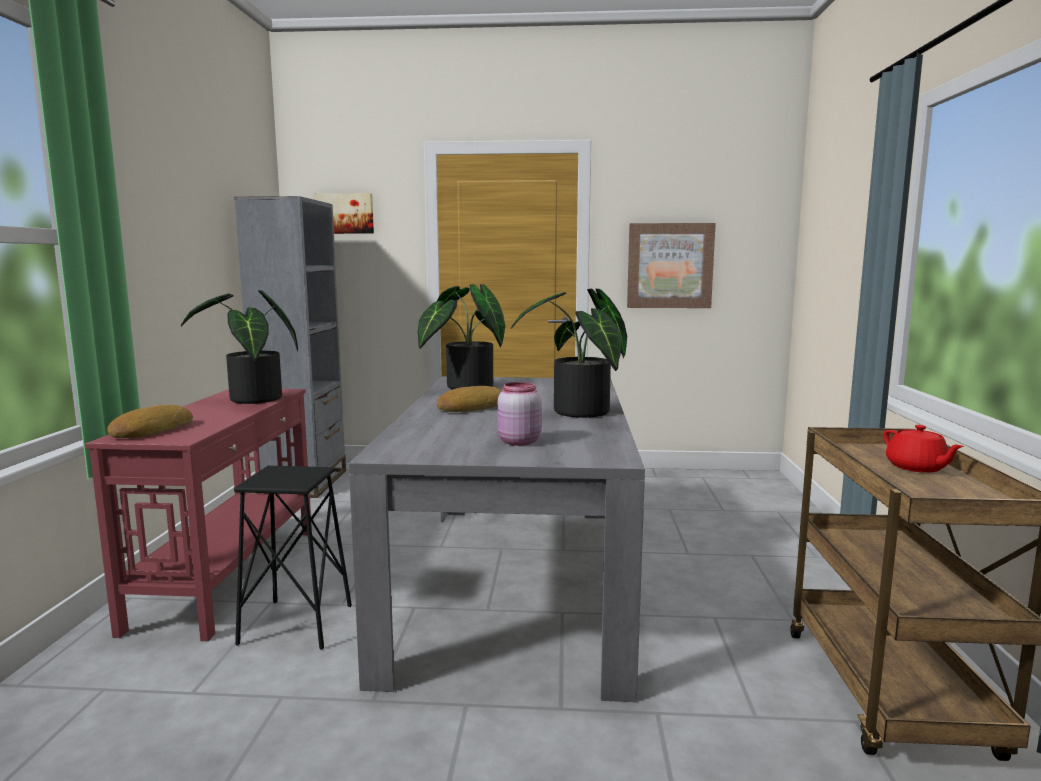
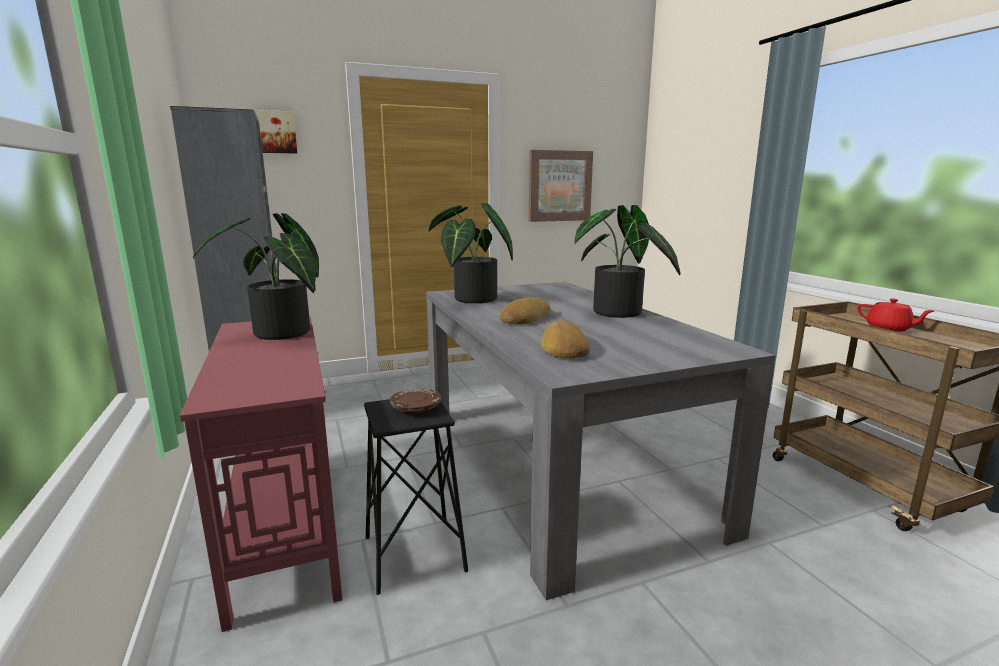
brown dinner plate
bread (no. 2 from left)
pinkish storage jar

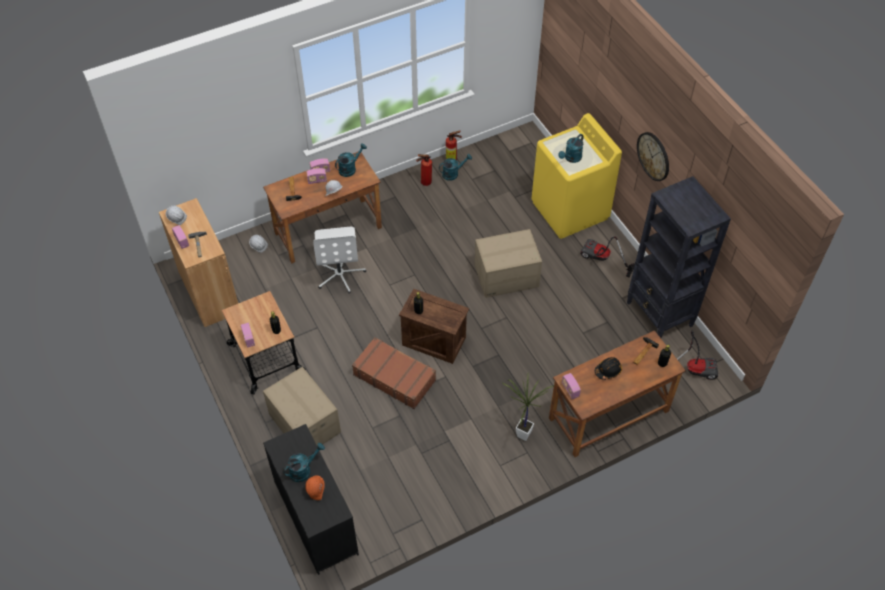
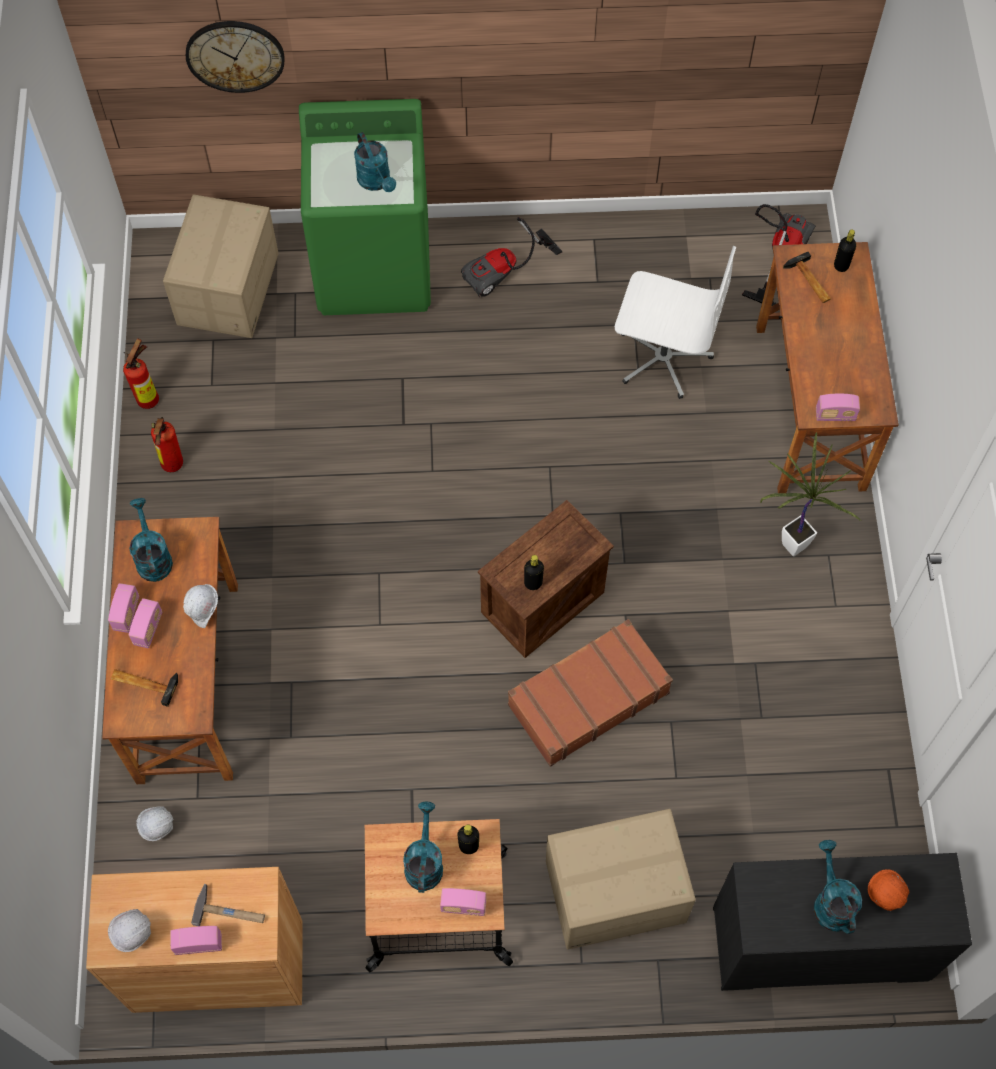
carton (no. 1 from left)
wall clock
green-coloured washing machine
turquoise watering pot (no. 3 from left)
white office chair
black-coloured work helmet
black-coloured bookcase

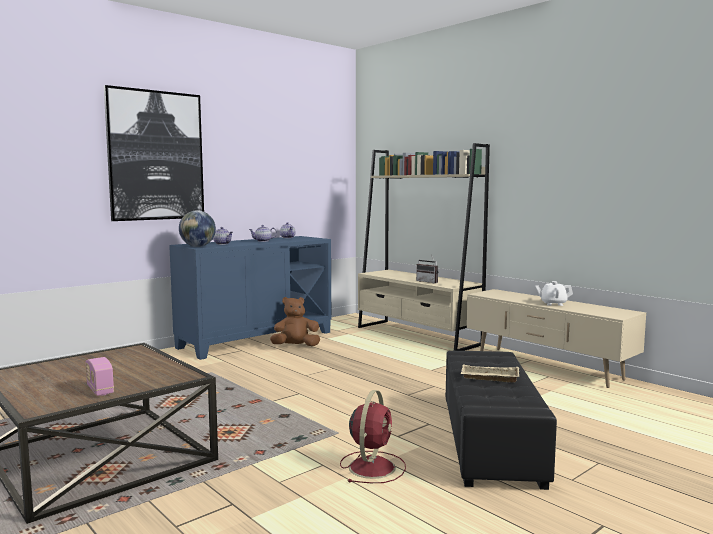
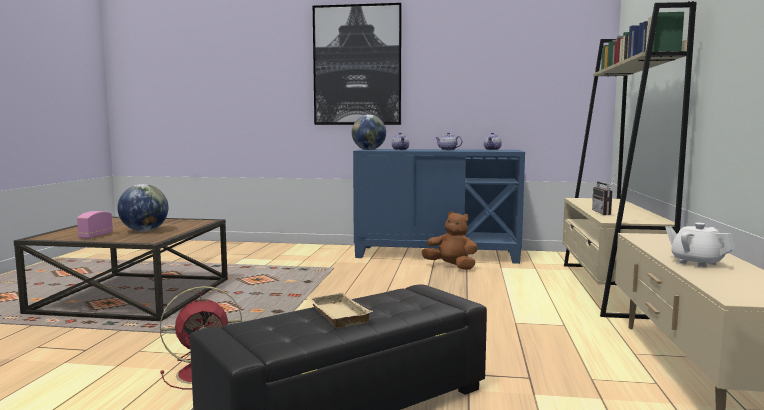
world globe (no. 1 from left)

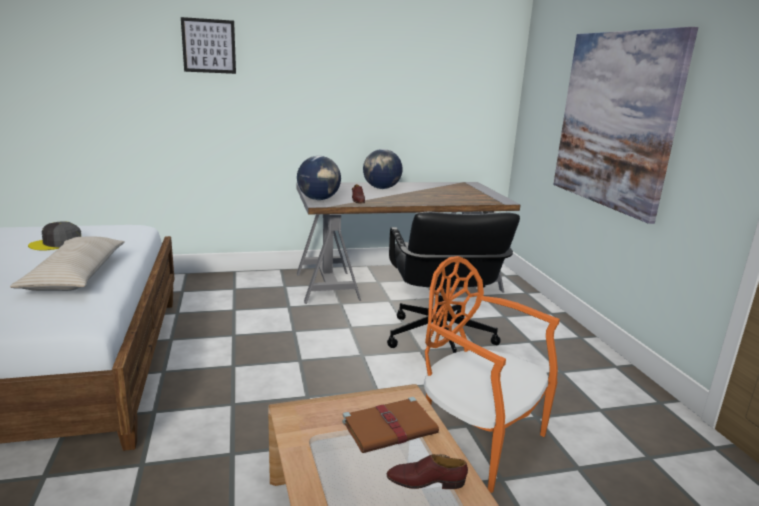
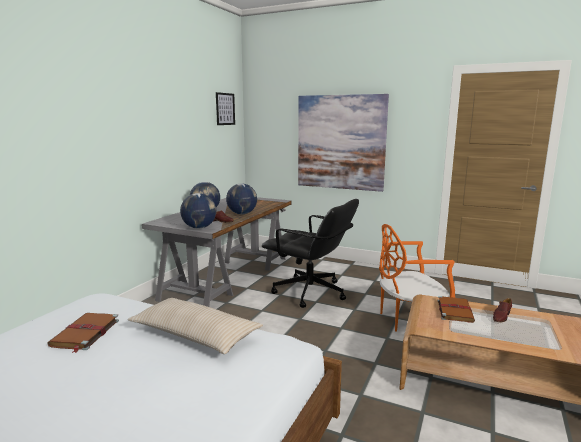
brown volume (no. 1 from left)
wall picture (no. 1 from left)
world globe (no. 3 from left)

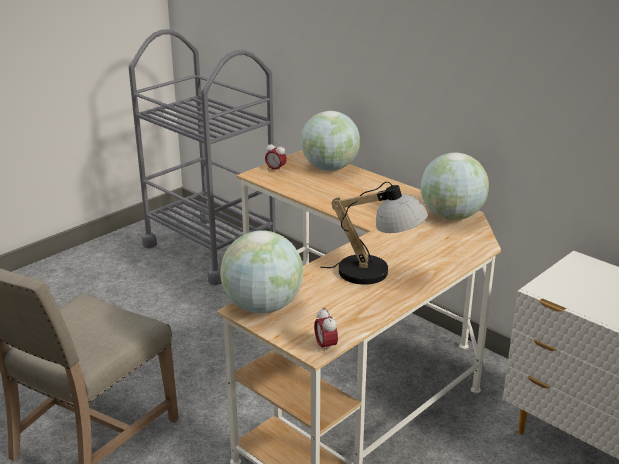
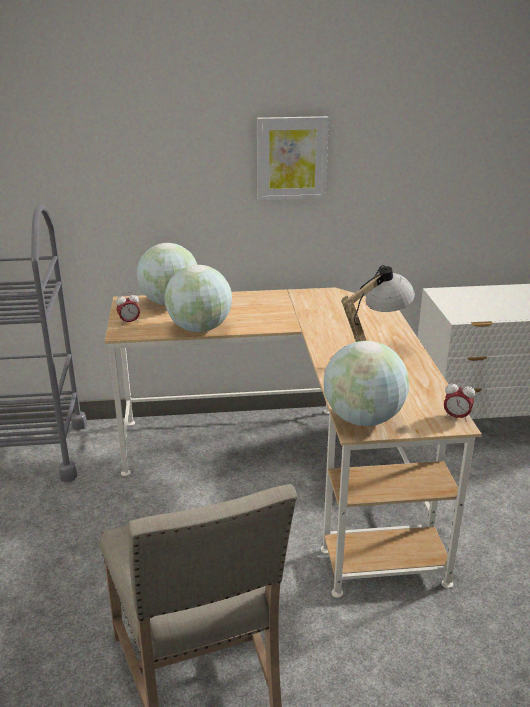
world globe (no. 2 from left)
wall picture

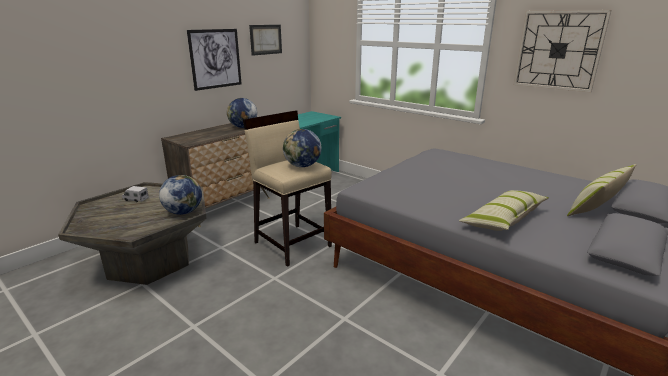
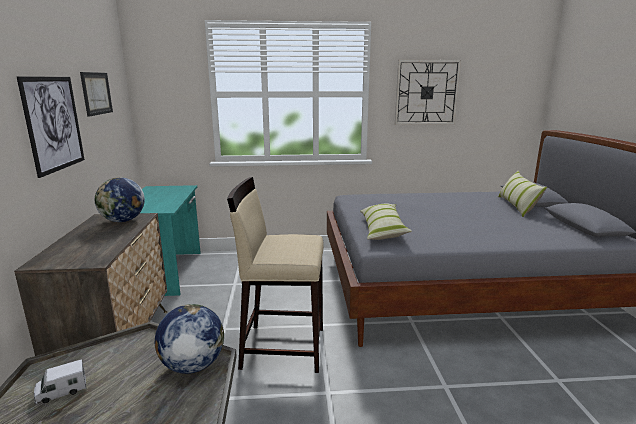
pillow (no. 1 from left)
world globe (no. 3 from left in the first image)

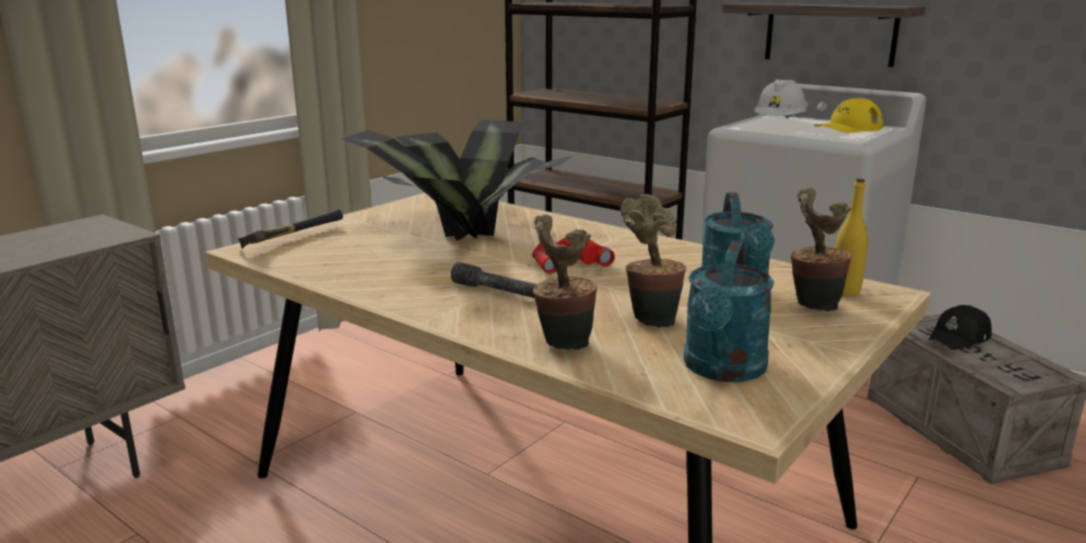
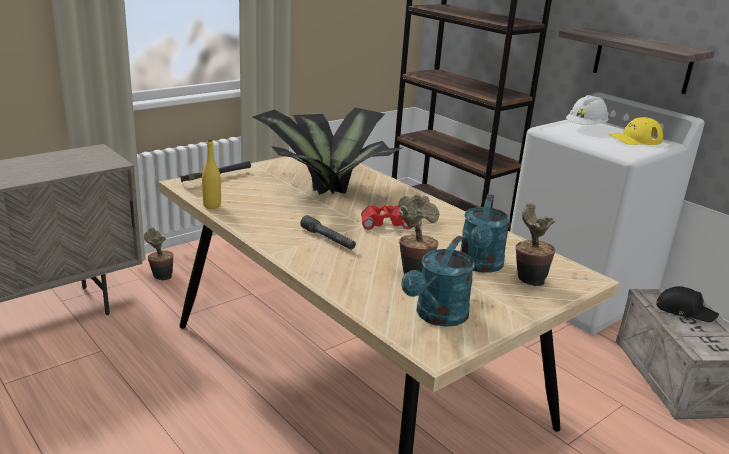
houseplant (no. 1 from left)
yellowish beverage bottle
black-coloured cap

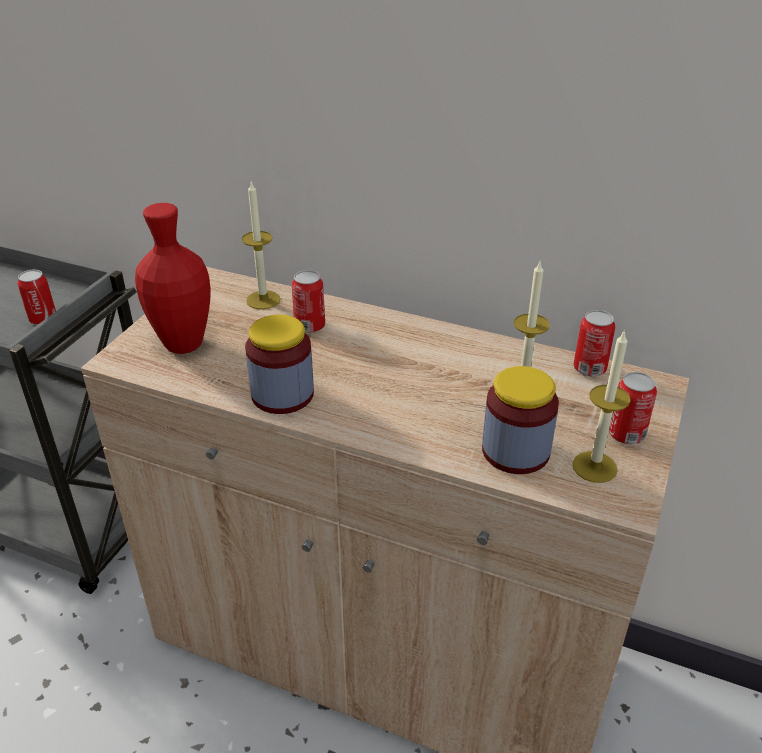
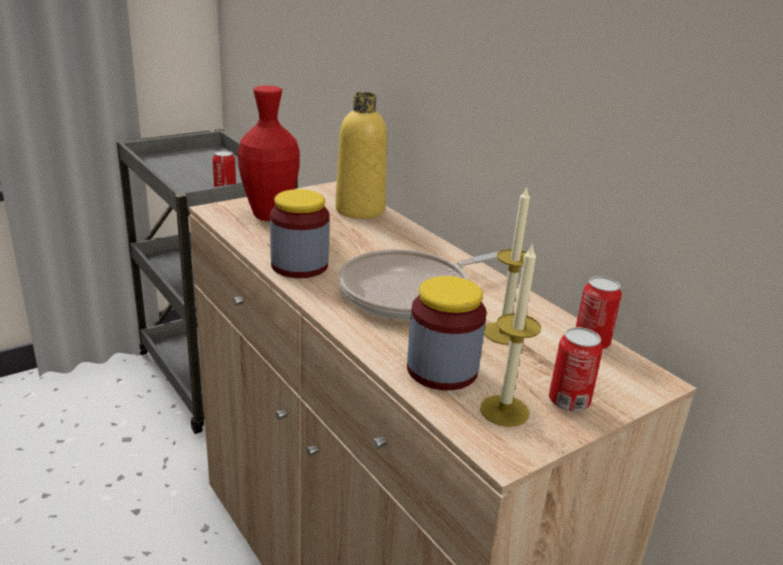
yellowish beverage bottle
skillet
can (no. 2 from left in the first image)

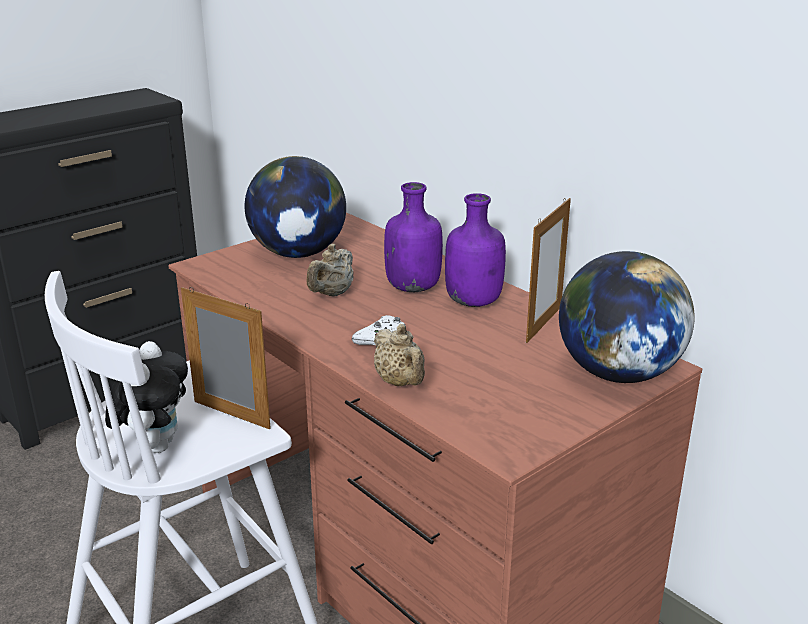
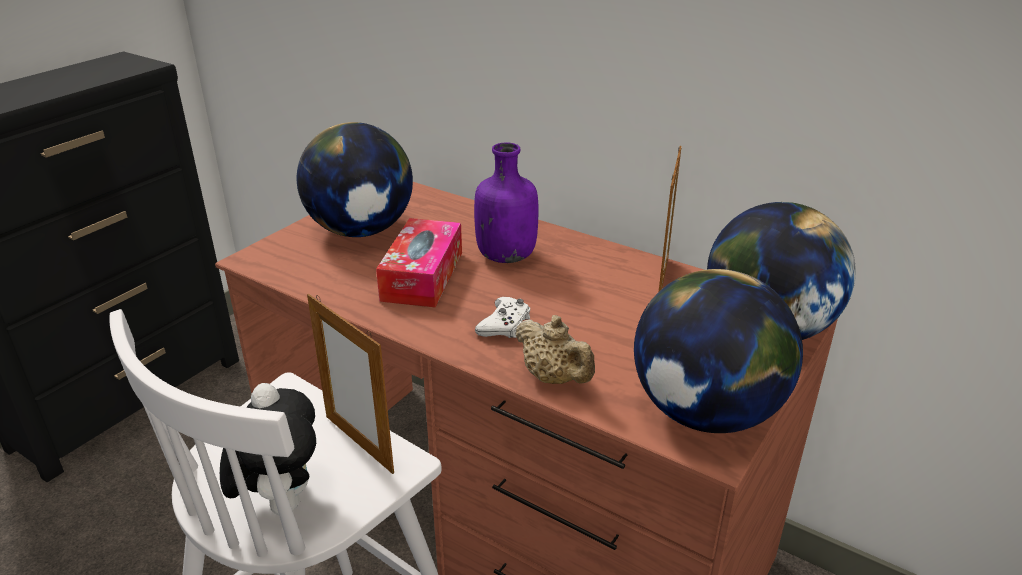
standing frame (no. 1 from left)
tissue box
world globe (no. 2 from left)
purple beverage bottle (no. 2 from left in the first image)

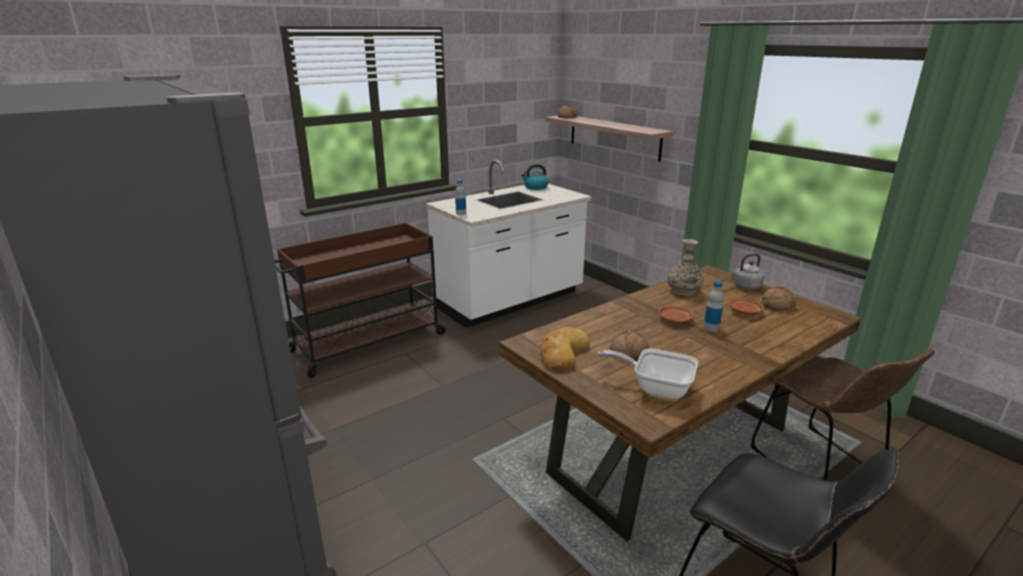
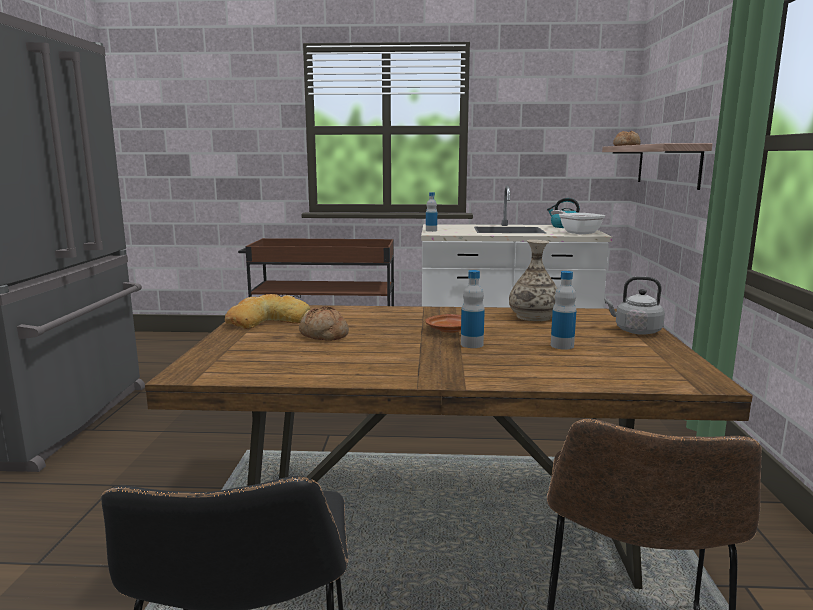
skillet
beverage bottle (no. 3 from left)
bread (no. 4 from left in the first image)

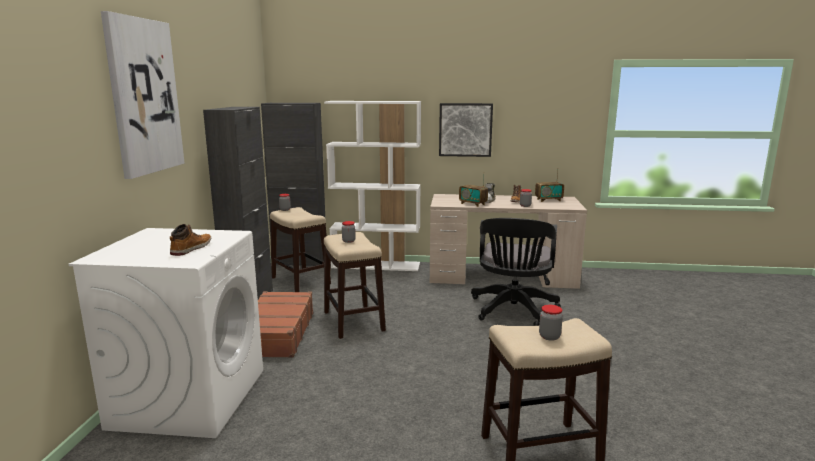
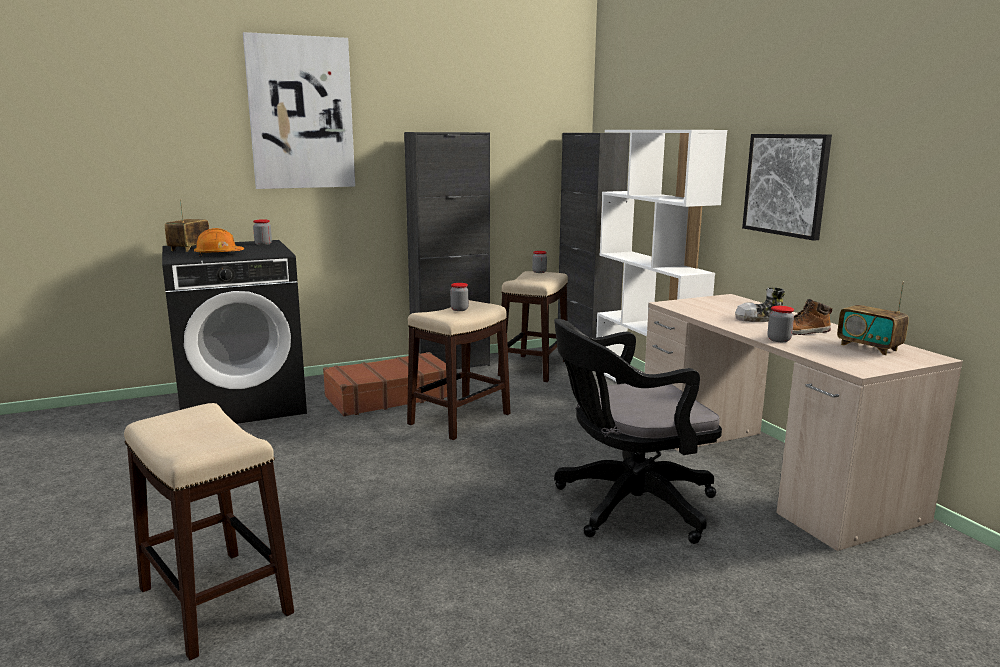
black-coloured washing machine
radio set (no. 1 from left)
orange work helmet
storage jar (no. 1 from left)

